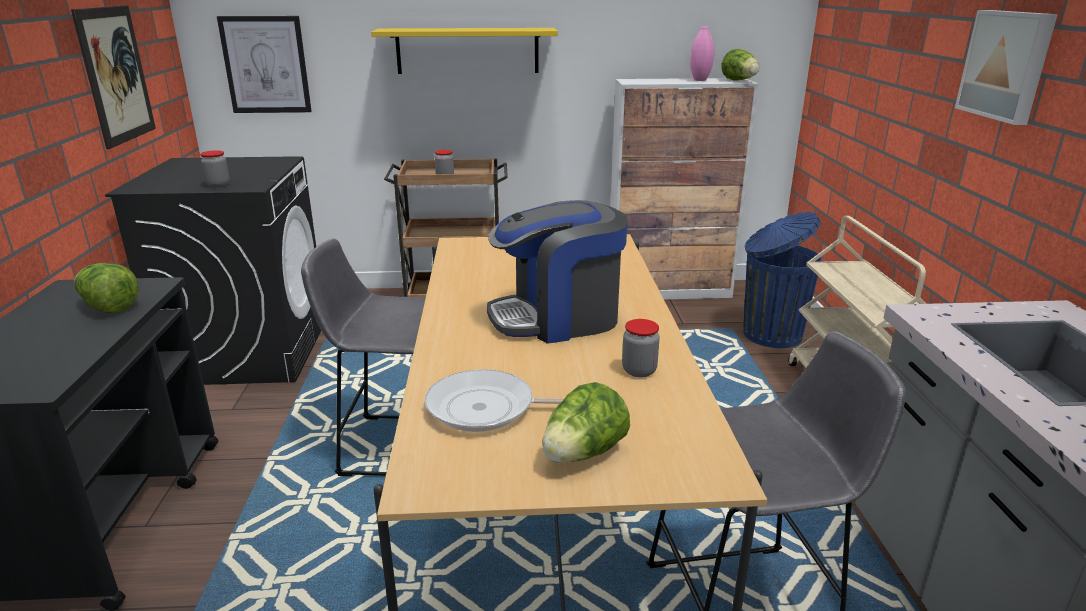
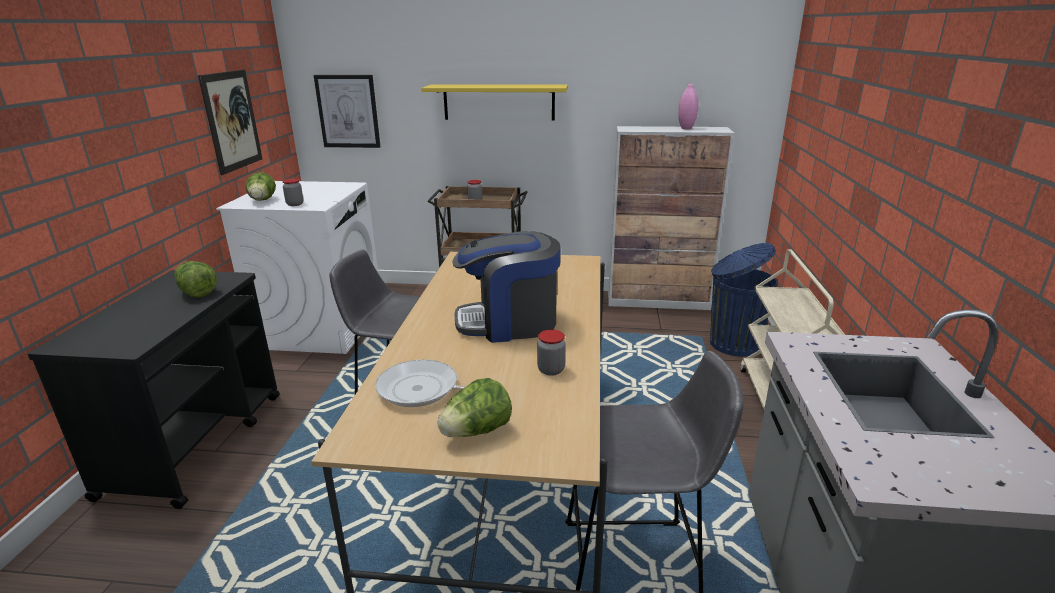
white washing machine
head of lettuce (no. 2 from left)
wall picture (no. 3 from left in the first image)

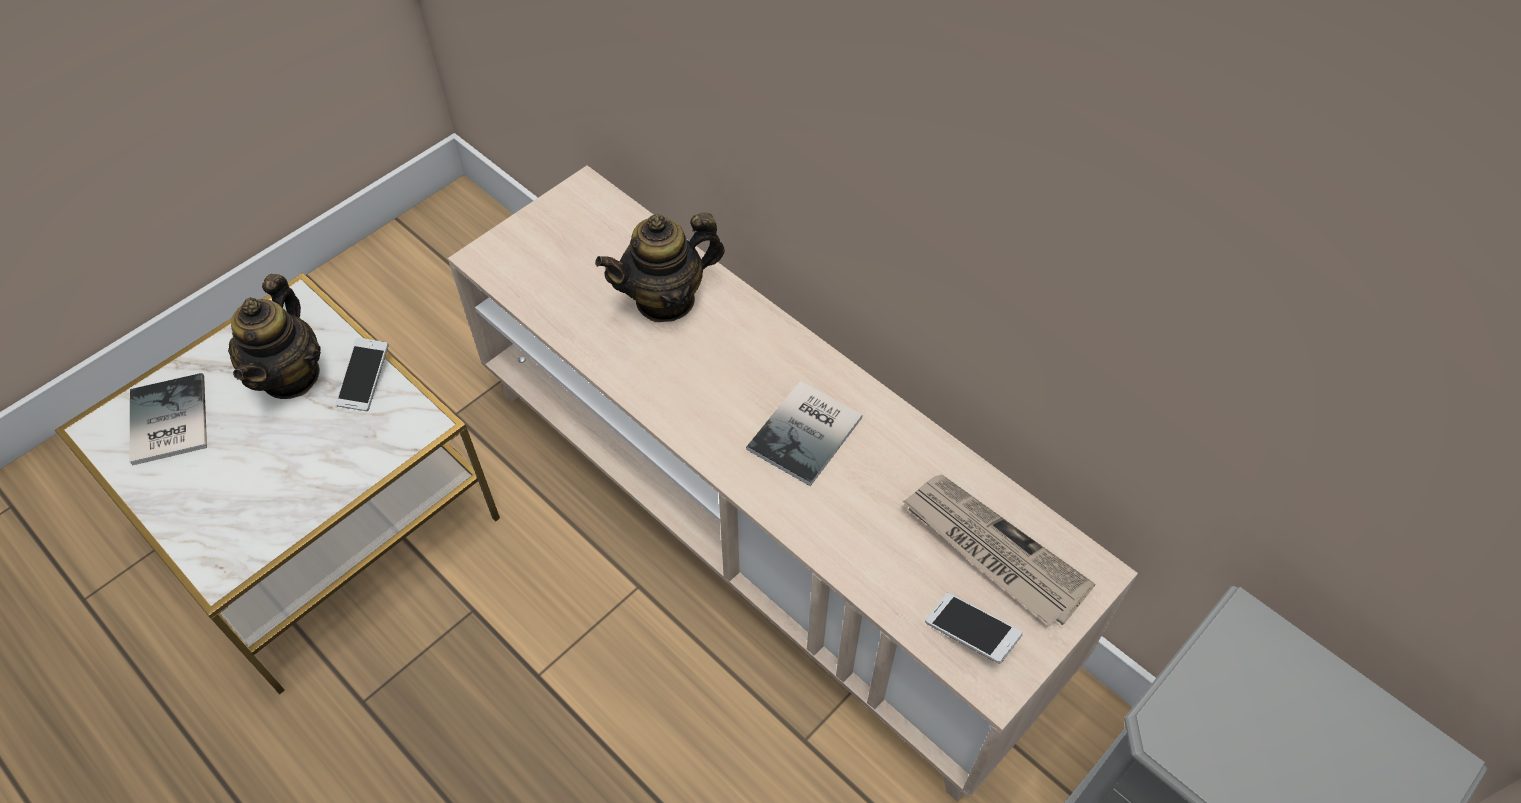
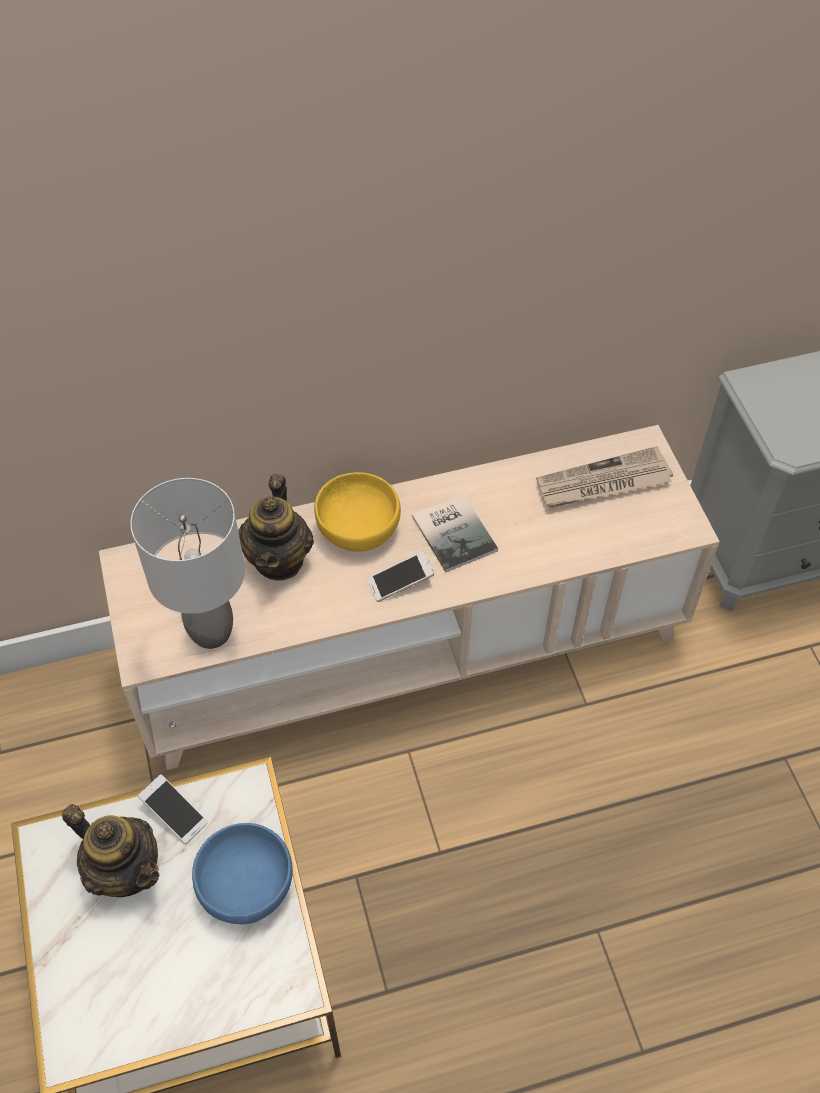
gray table lamp
blue deep dish
yellowish deep dish
telephone (no. 2 from left)
volume (no. 1 from left in the first image)

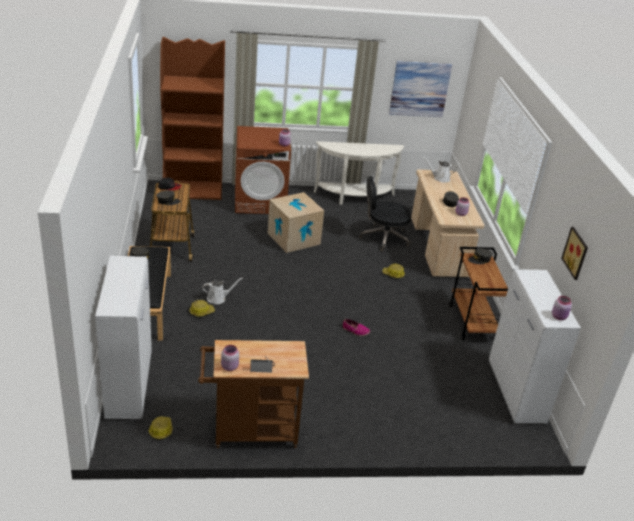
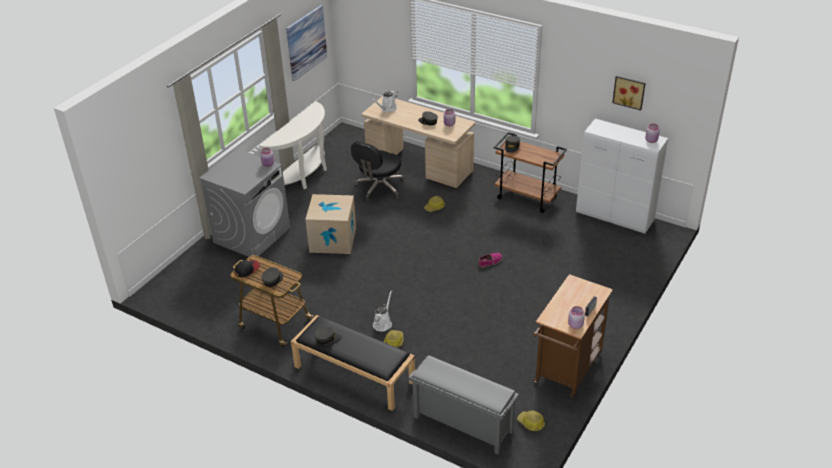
gray washing machine
gray shoe shelf
brown bookcase

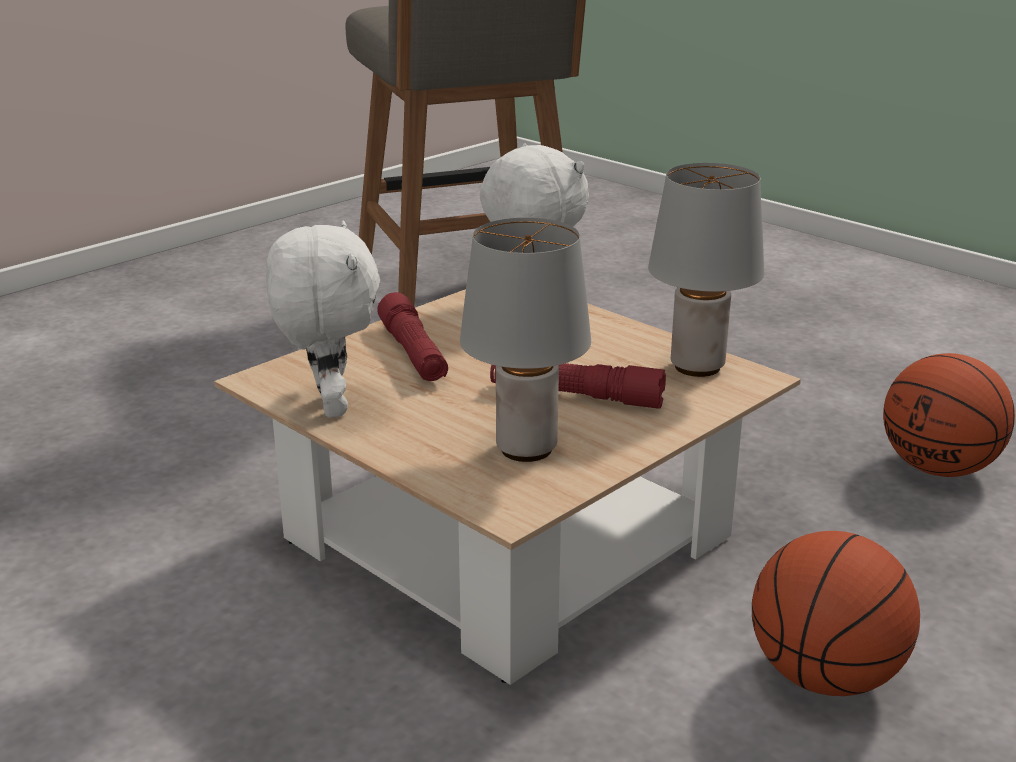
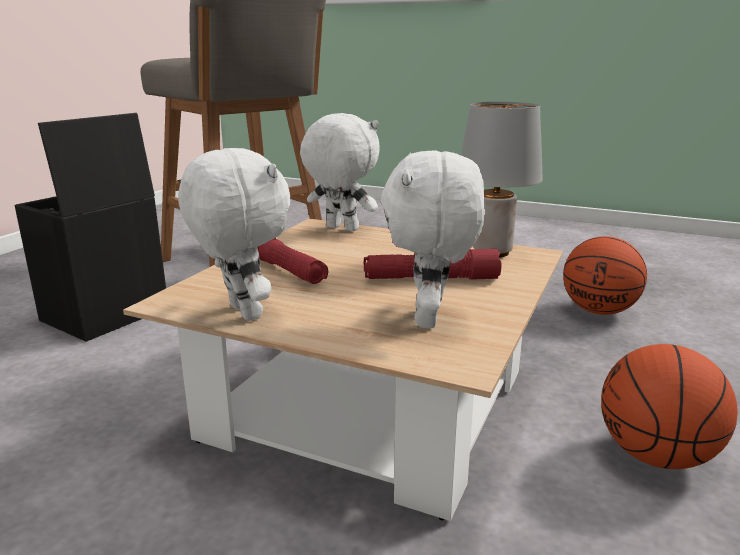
black-coloured storage box
white cuddly toy (no. 3 from left)

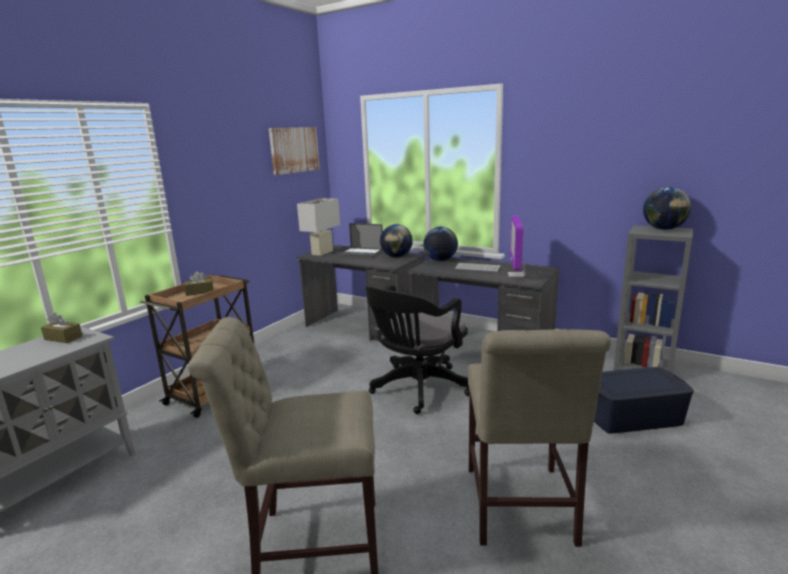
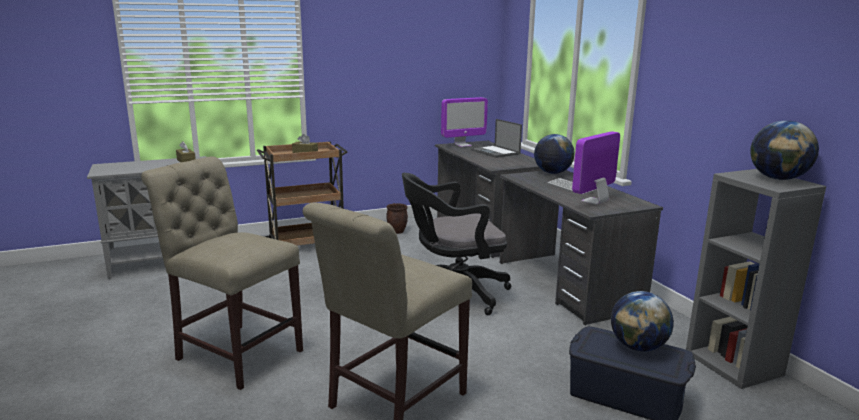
brown planter
monitor (no. 1 from left)
world globe (no. 2 from left)
wall picture

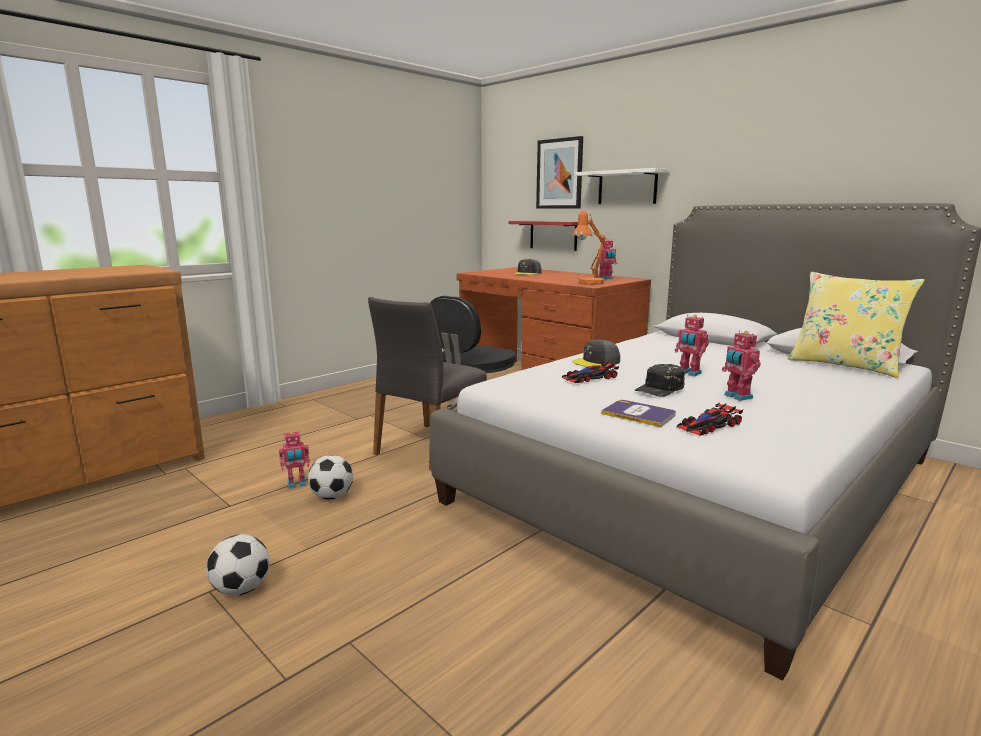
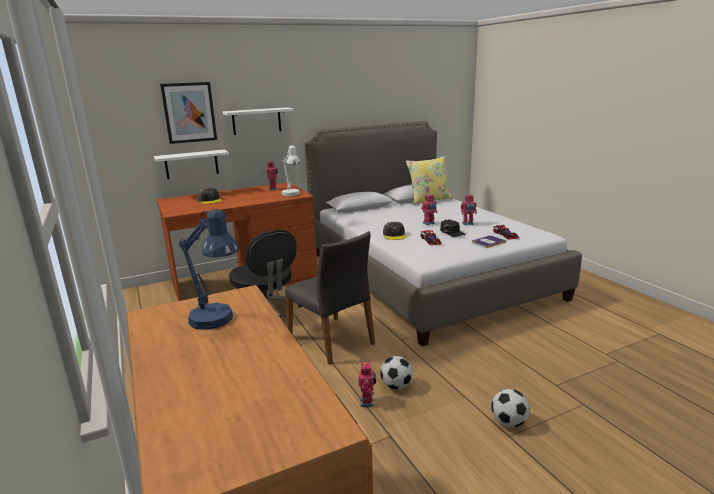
white wall shelf (no. 1 from left)
blue table lamp
white table lamp

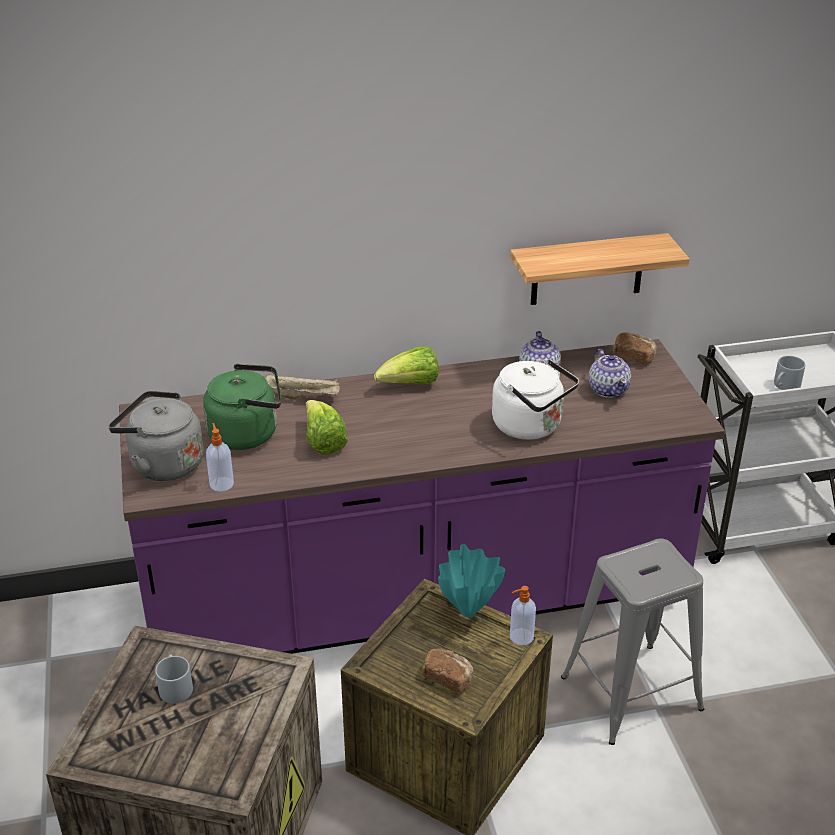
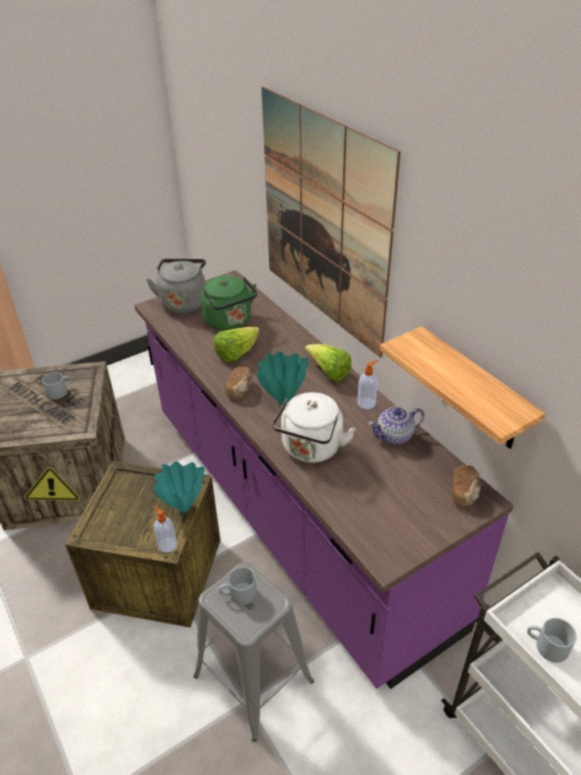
gray tea mug (no. 2 from left)
bread (no. 1 from left)
turquoise flower vase (no. 2 from left)
wall picture
liquid soap bottle (no. 2 from left)
beige tray
pot for tea (no. 2 from left in the first image)

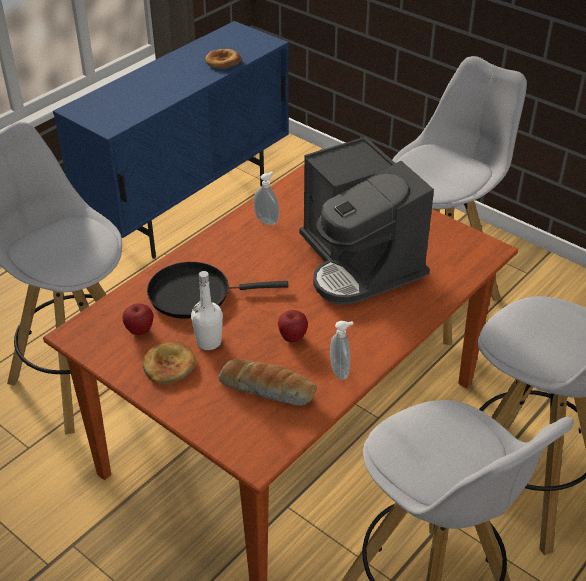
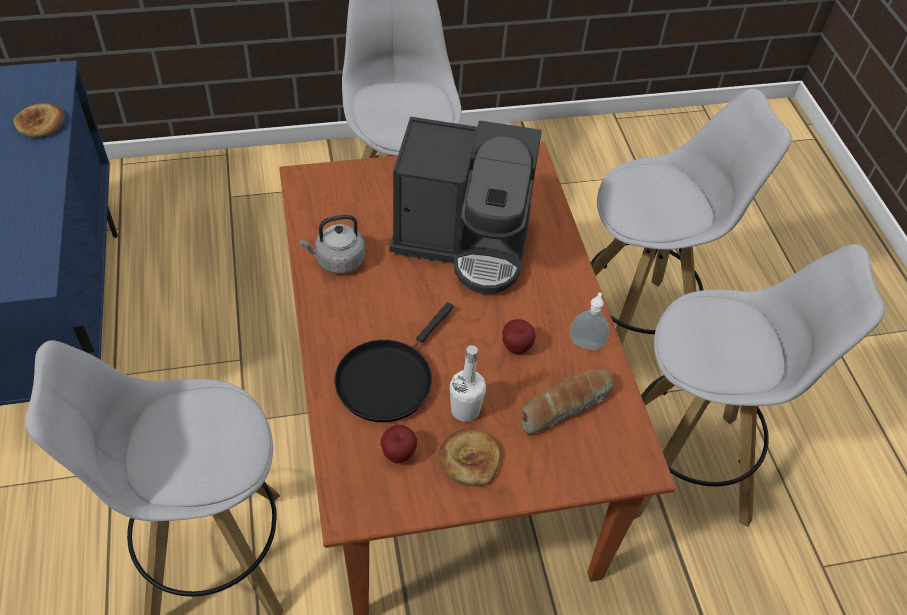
gray tea kettle

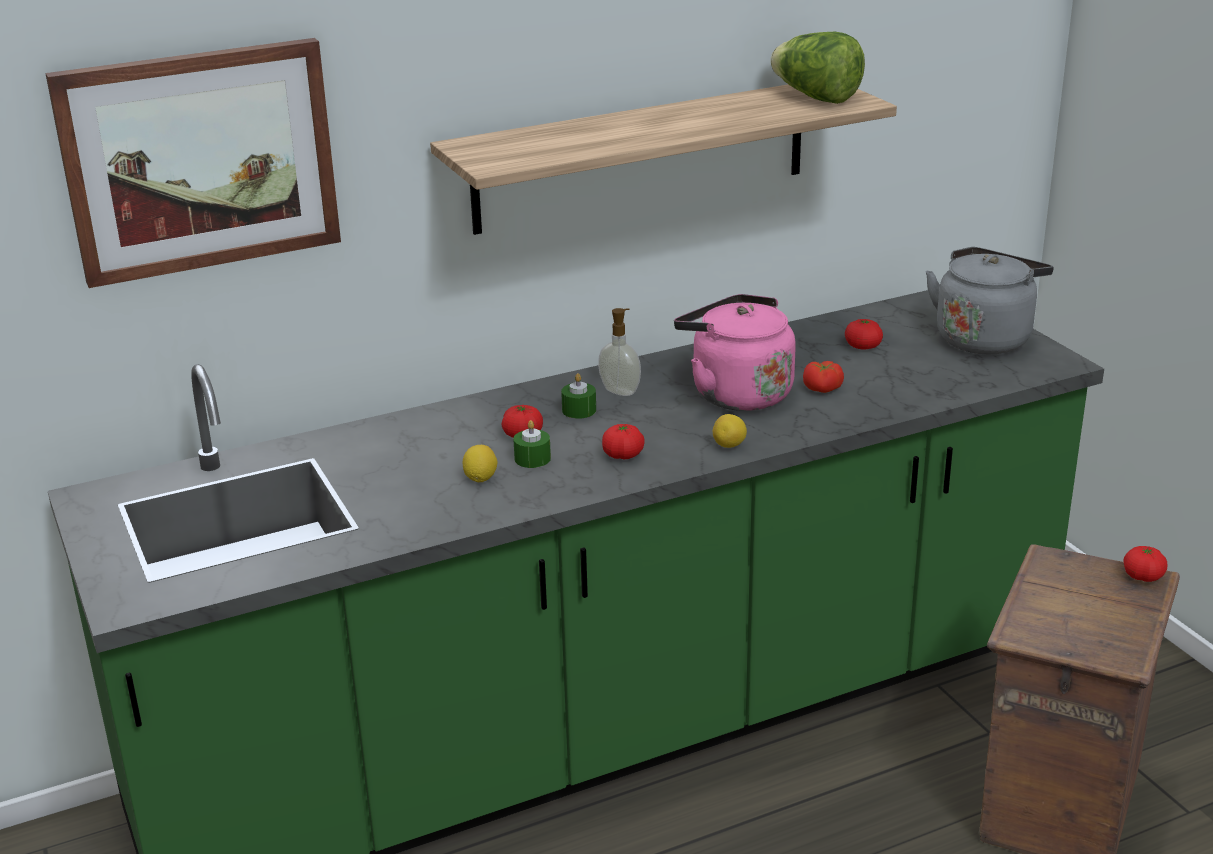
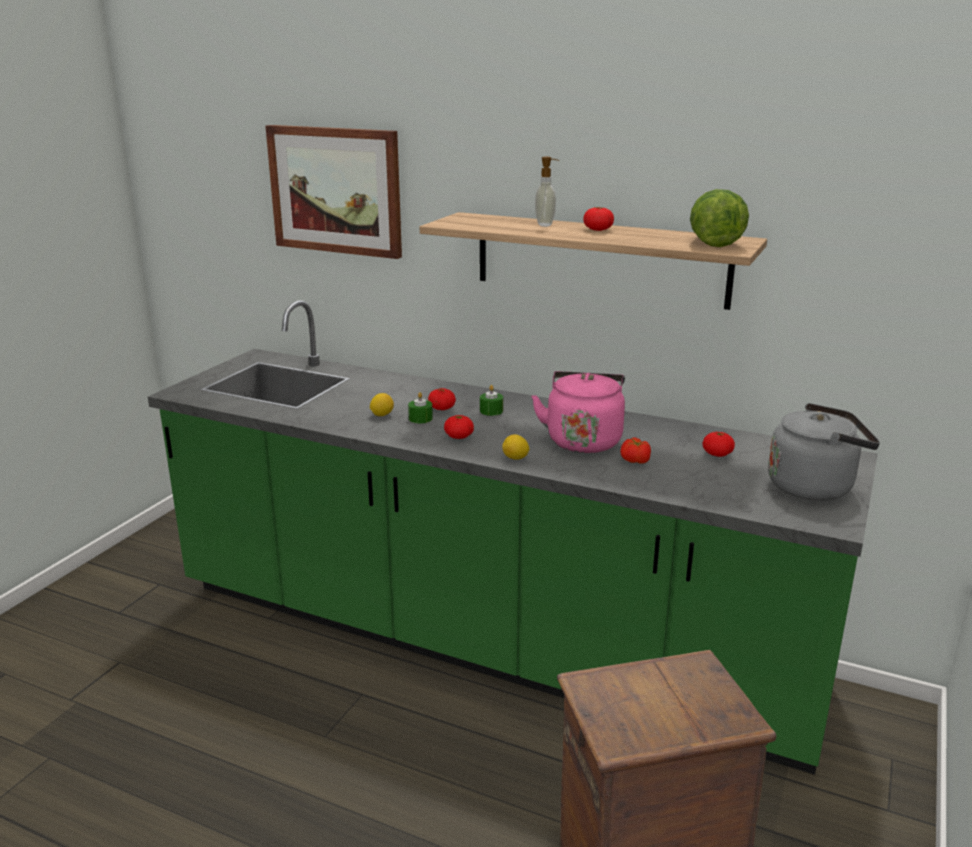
liquid soap bottle
tomato (no. 3 from left)

